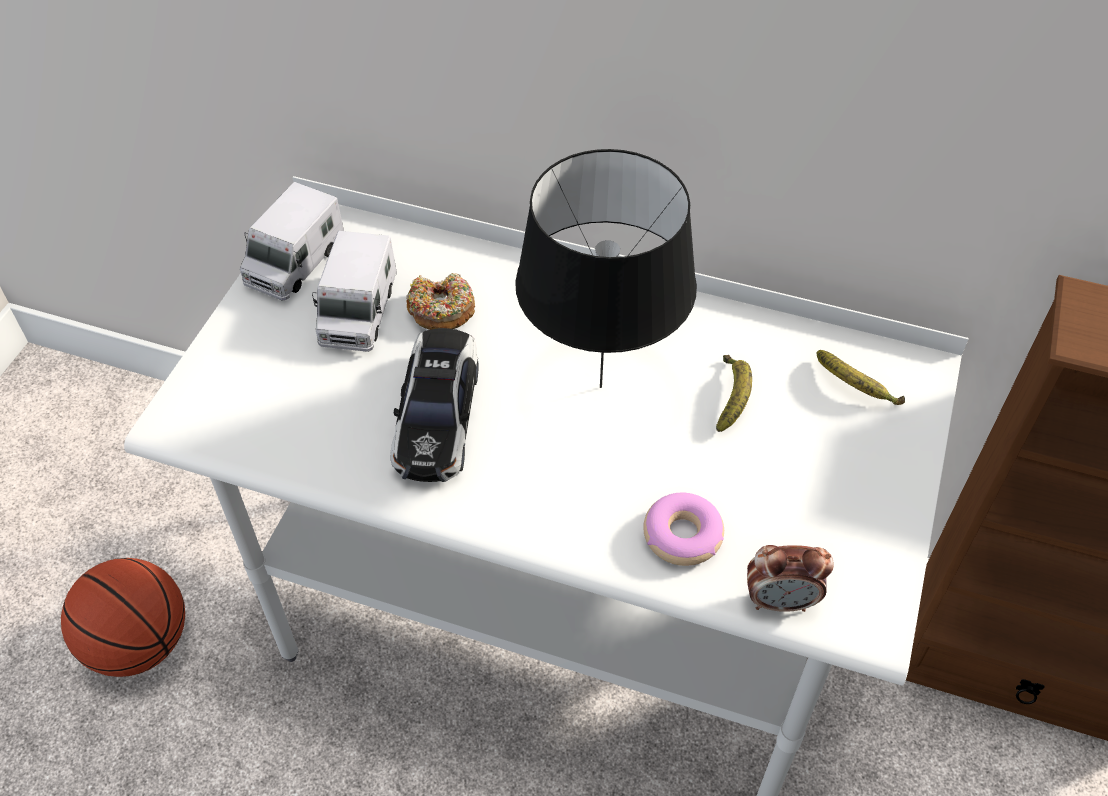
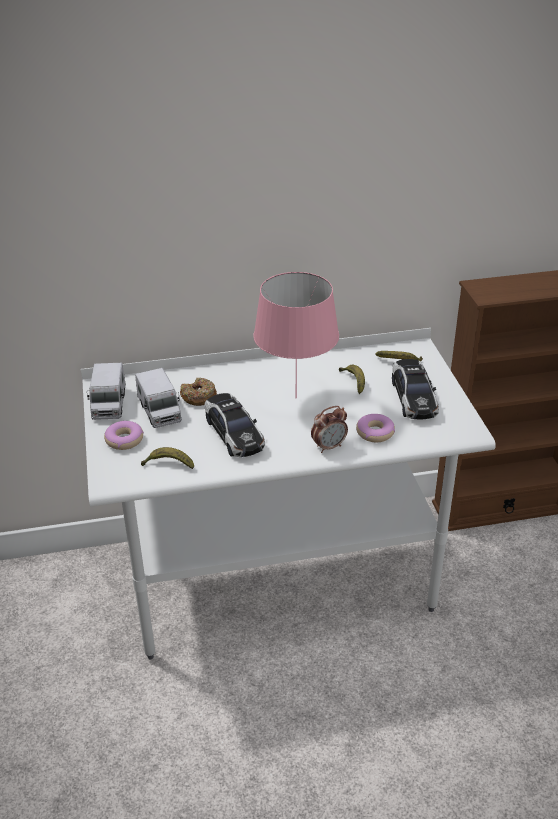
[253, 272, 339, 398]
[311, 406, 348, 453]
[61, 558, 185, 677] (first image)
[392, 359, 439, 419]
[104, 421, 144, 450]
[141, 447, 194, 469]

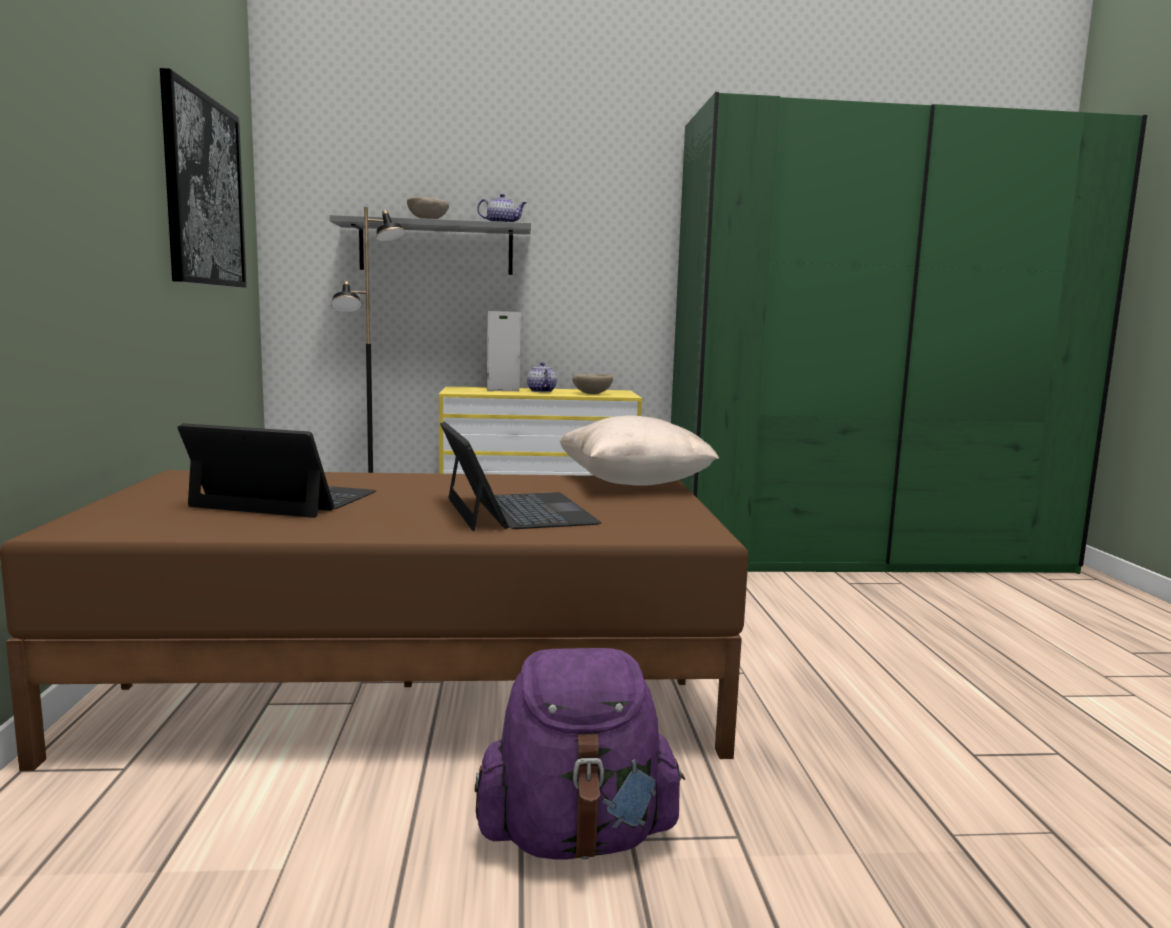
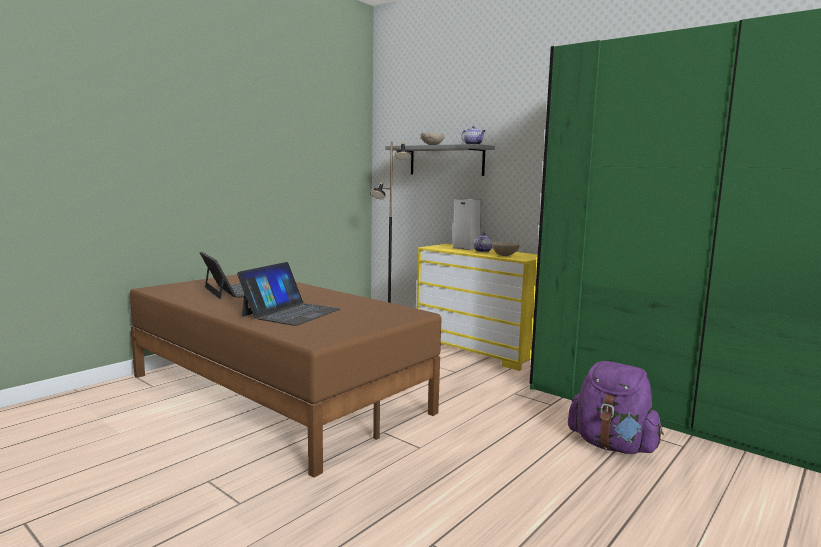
[160, 68, 247, 288] (first image)
[560, 415, 719, 486] (first image)
[568, 361, 664, 454]

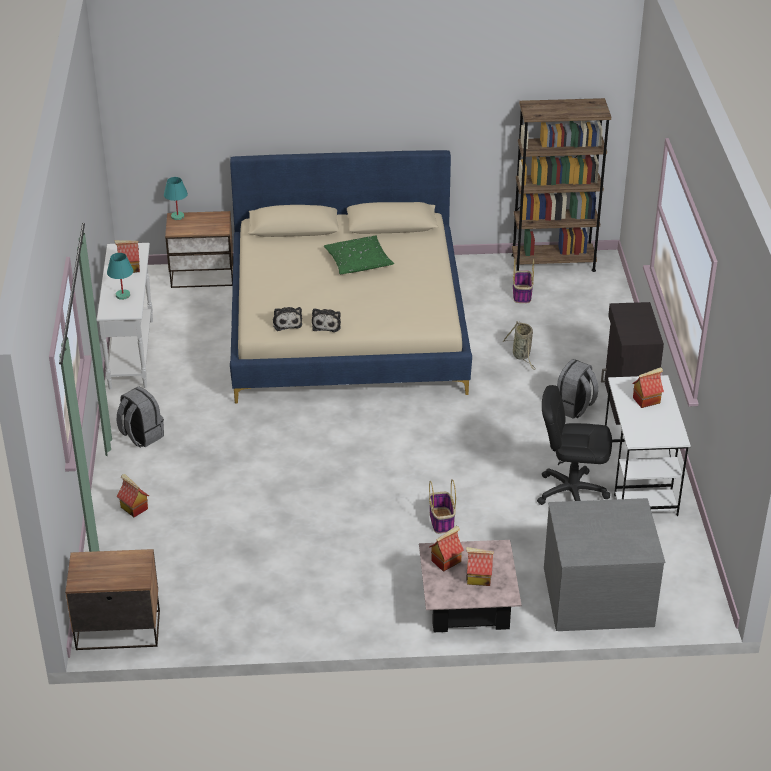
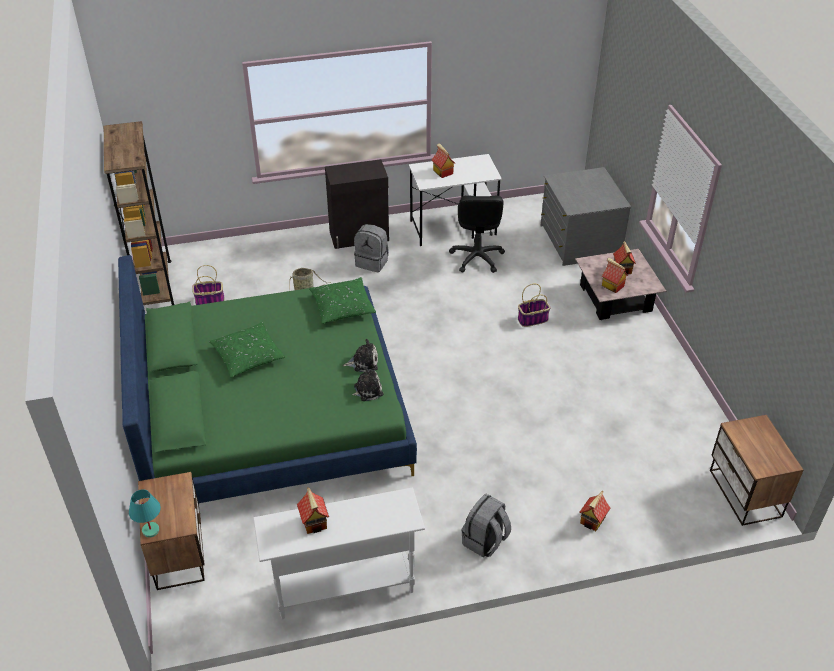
[118, 255, 417, 503]
[107, 253, 133, 300] (first image)
[309, 277, 376, 324]

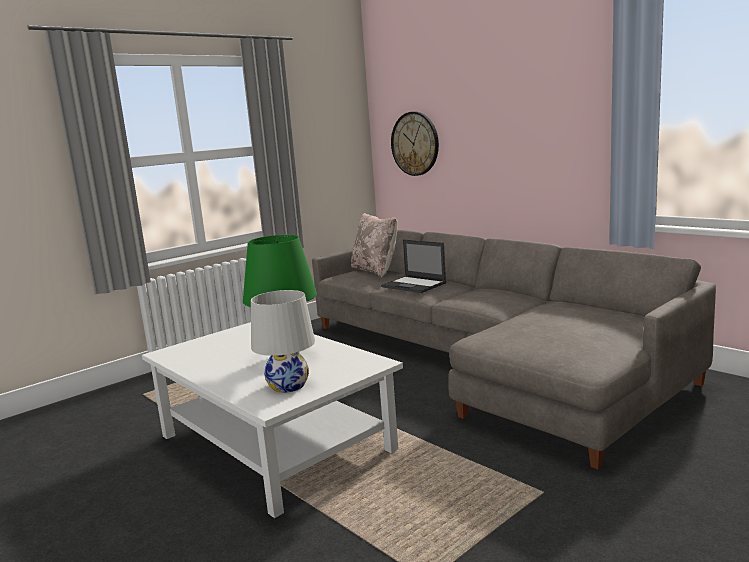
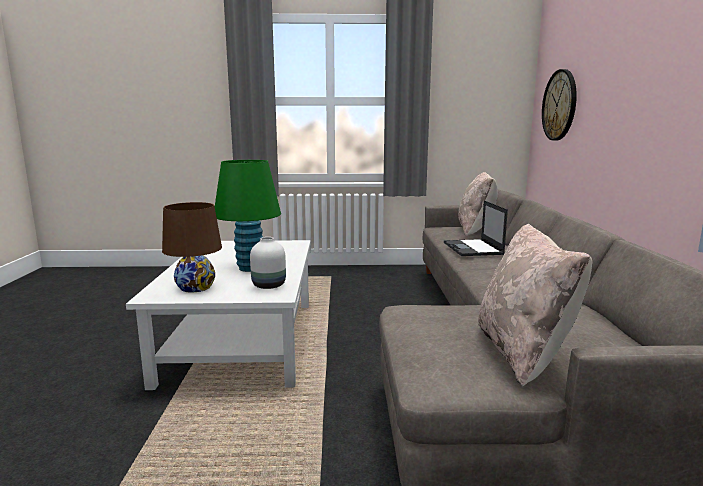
[162, 202, 222, 292]
[478, 224, 592, 387]
[250, 237, 286, 289]

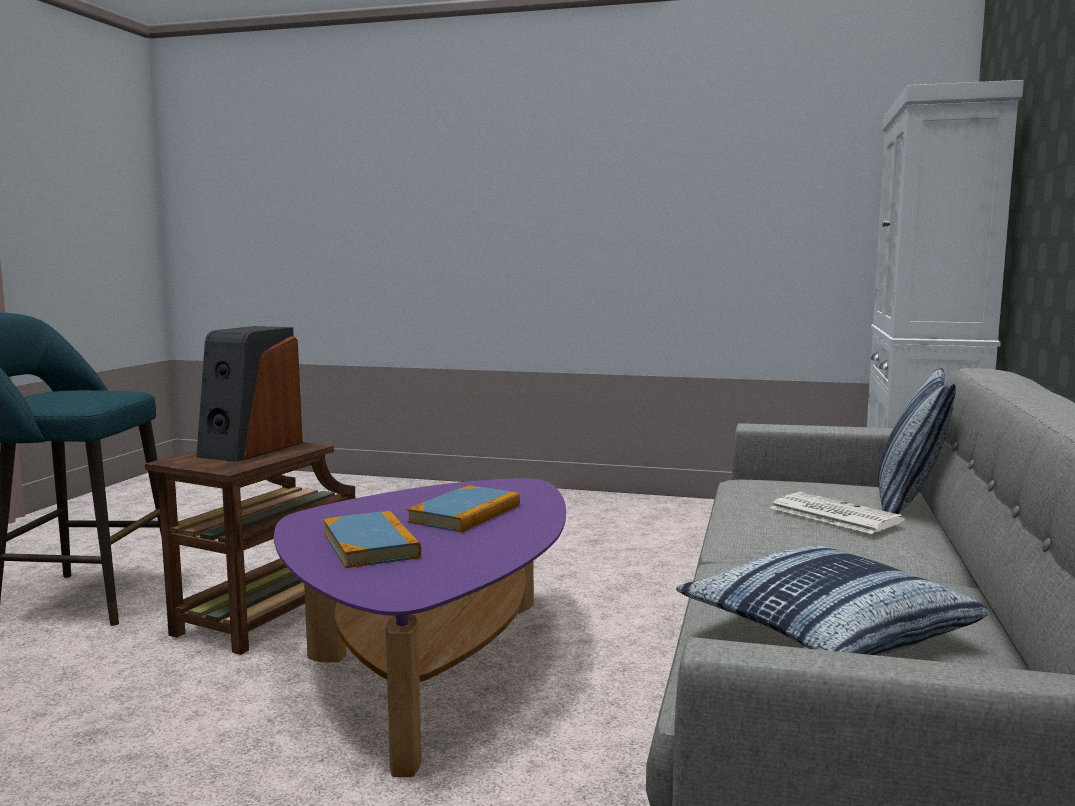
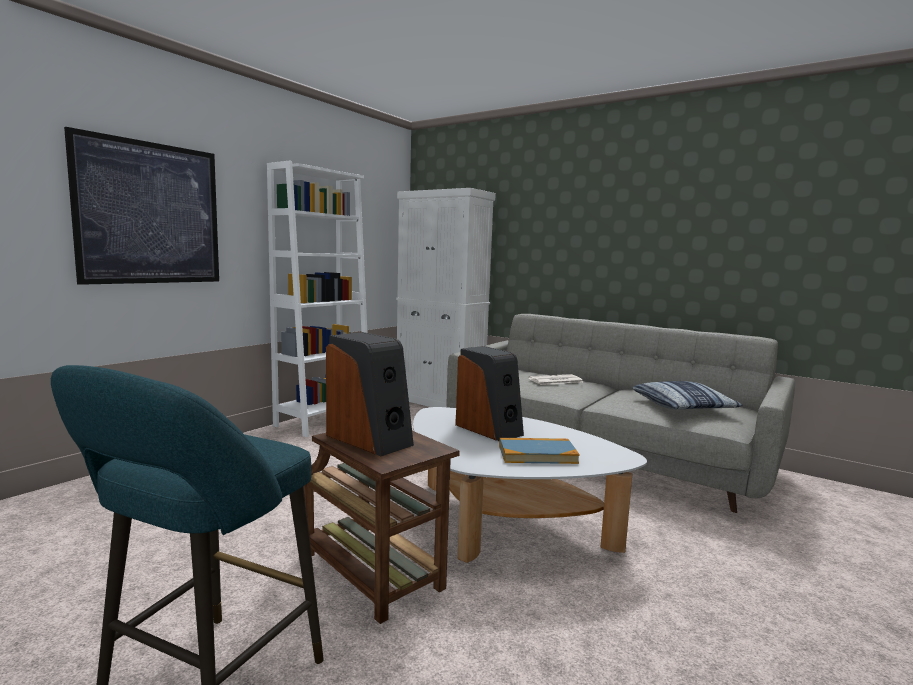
[878, 367, 956, 514] (first image)
[413, 407, 647, 563]
[455, 346, 524, 441]
[64, 127, 219, 285]
[267, 161, 367, 437]

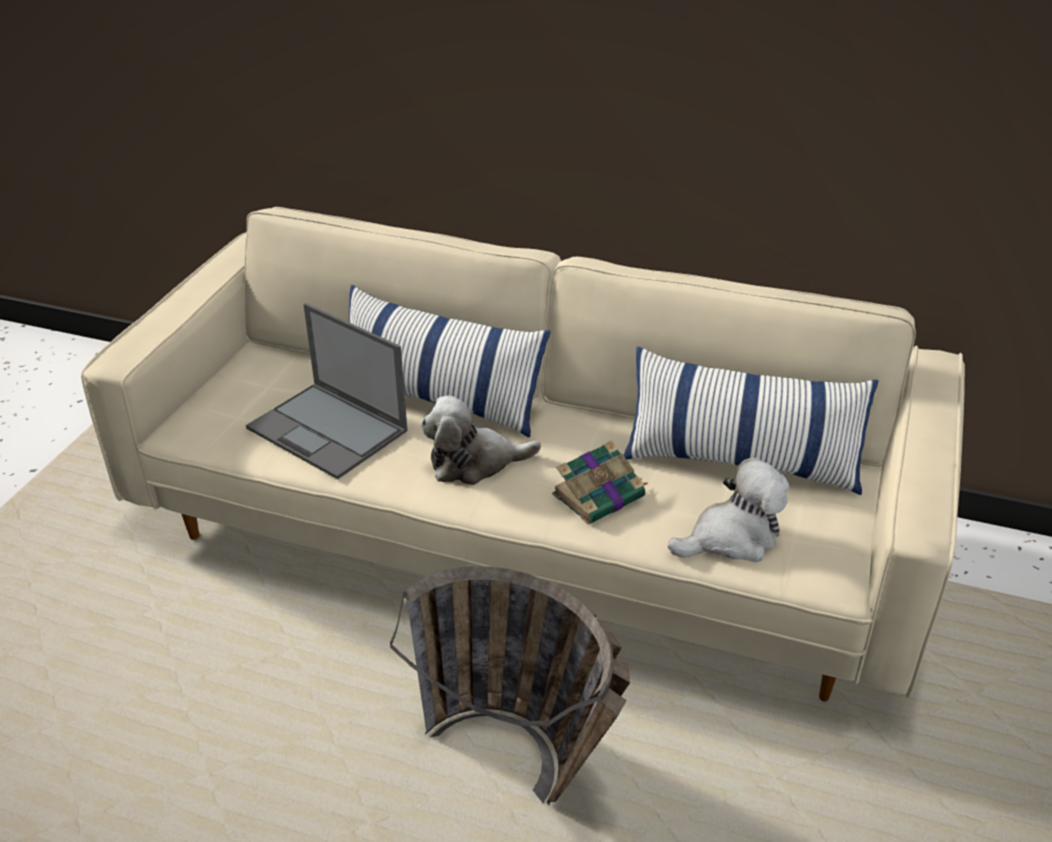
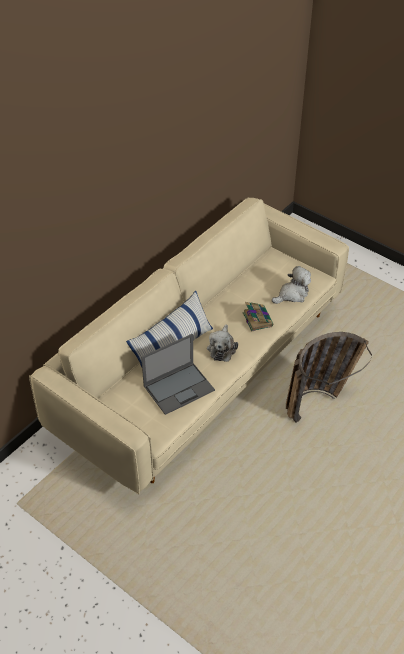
[624, 346, 878, 495] (first image)
[271, 266, 311, 304]

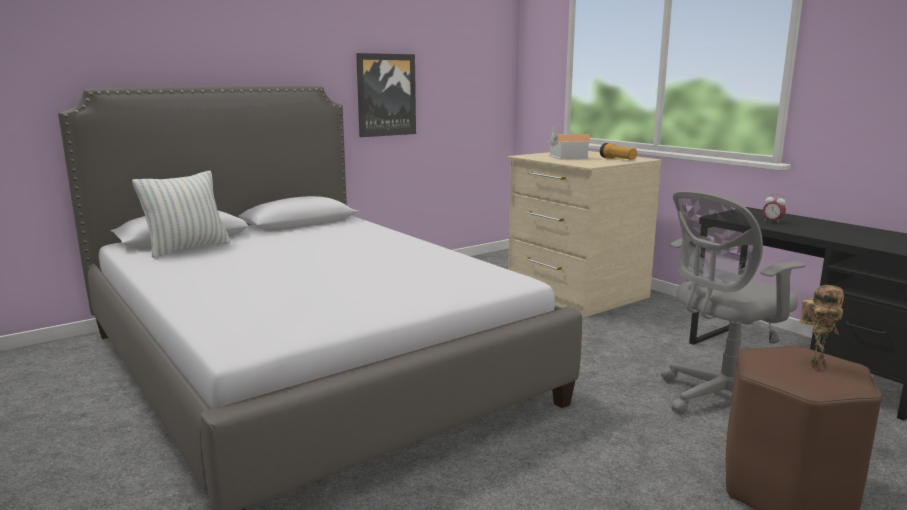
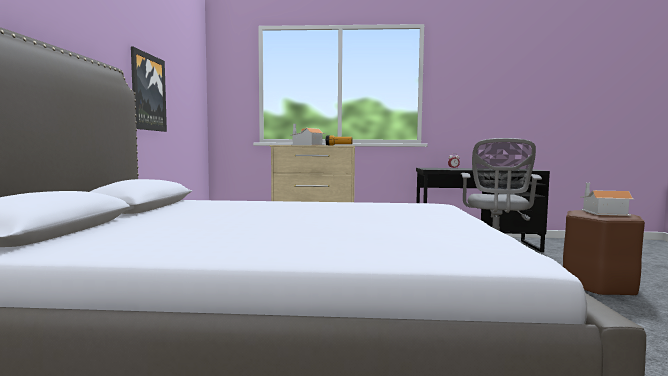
[132, 171, 230, 258] (first image)
[581, 183, 634, 216]

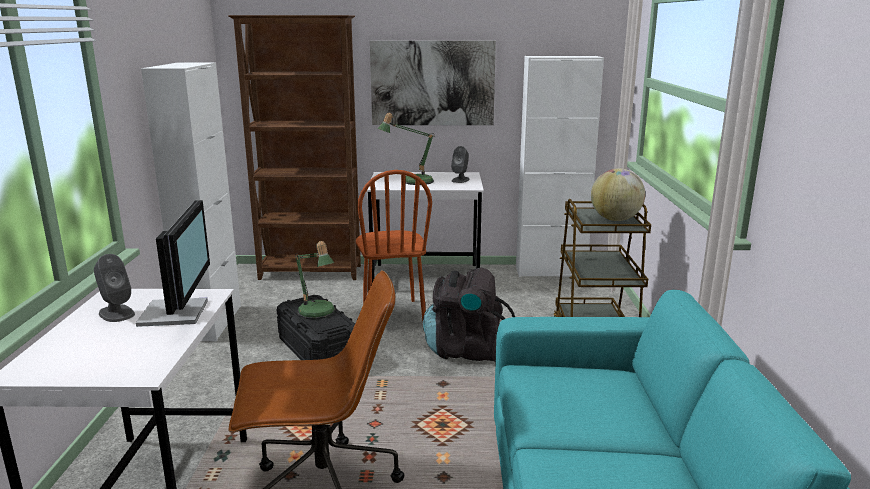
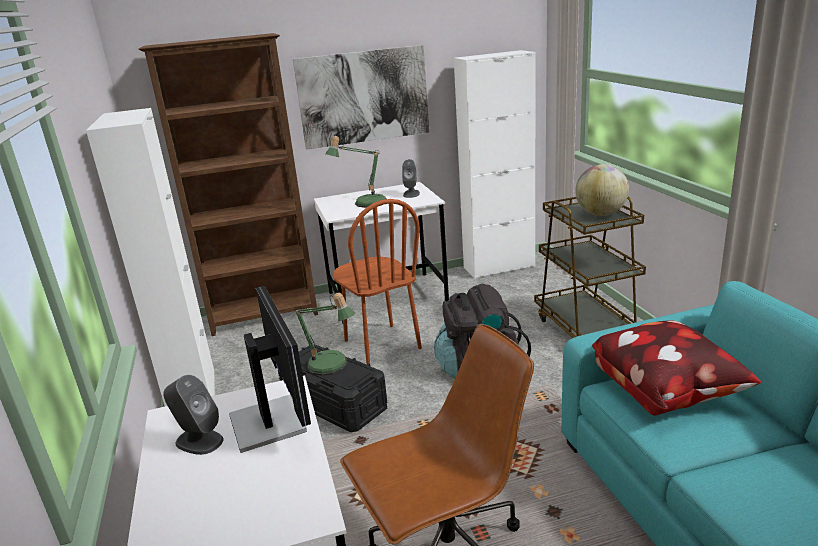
[592, 321, 761, 416]

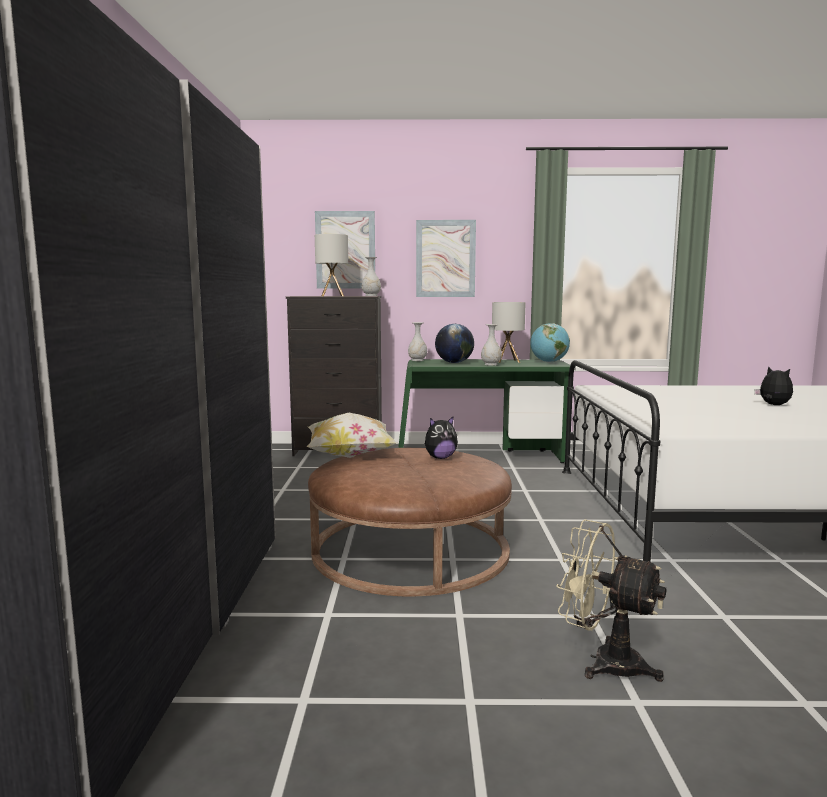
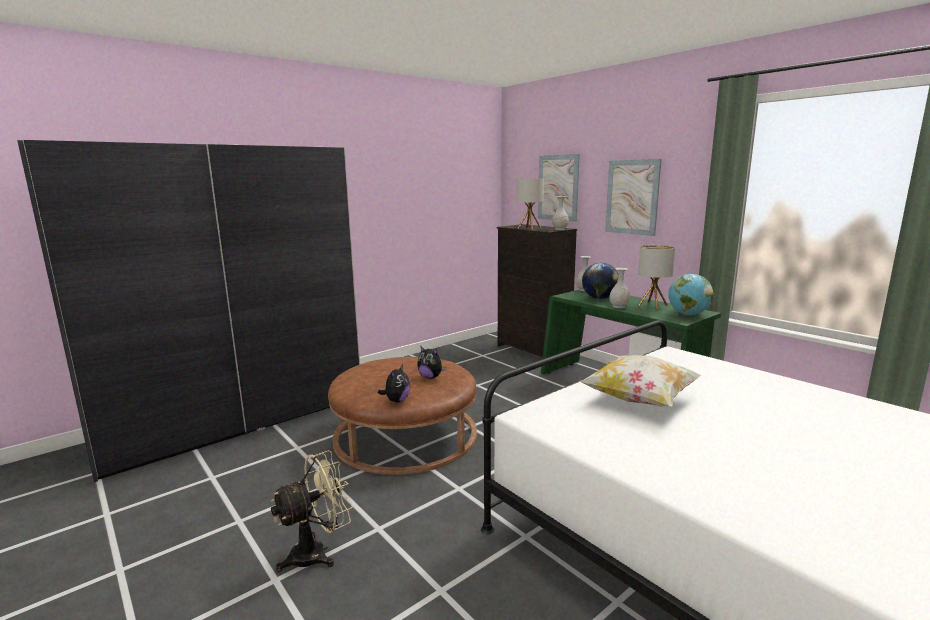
[378, 364, 410, 403]
[580, 355, 702, 406]
[271, 450, 353, 572]

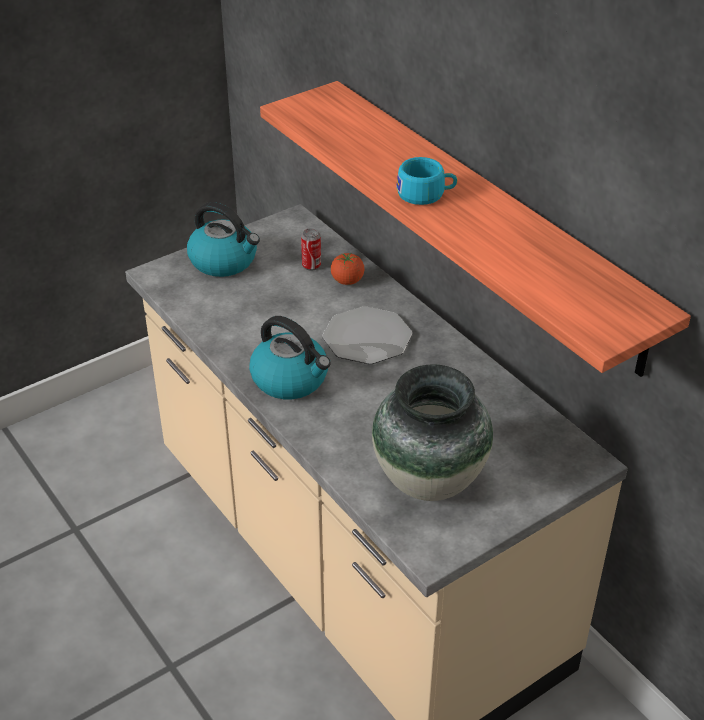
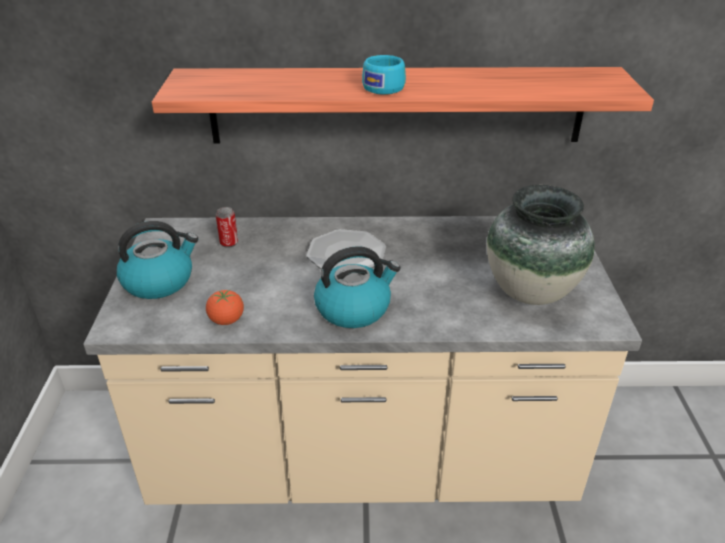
[206, 290, 244, 325]

